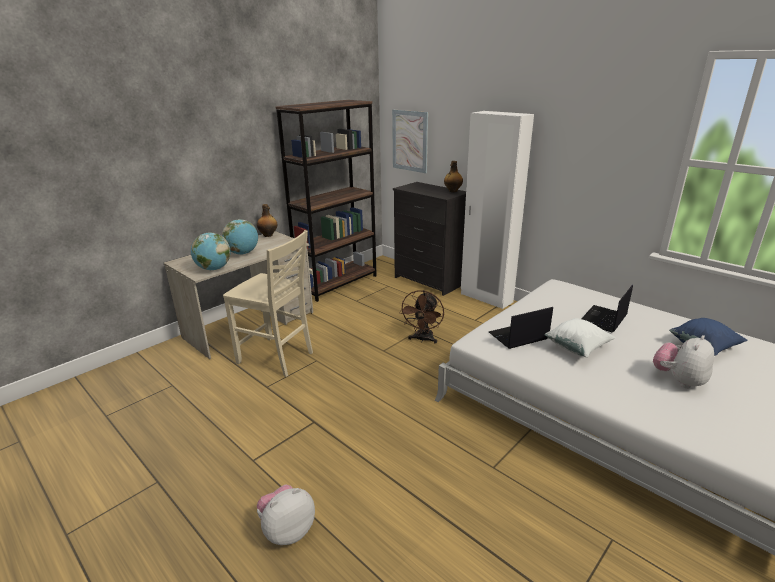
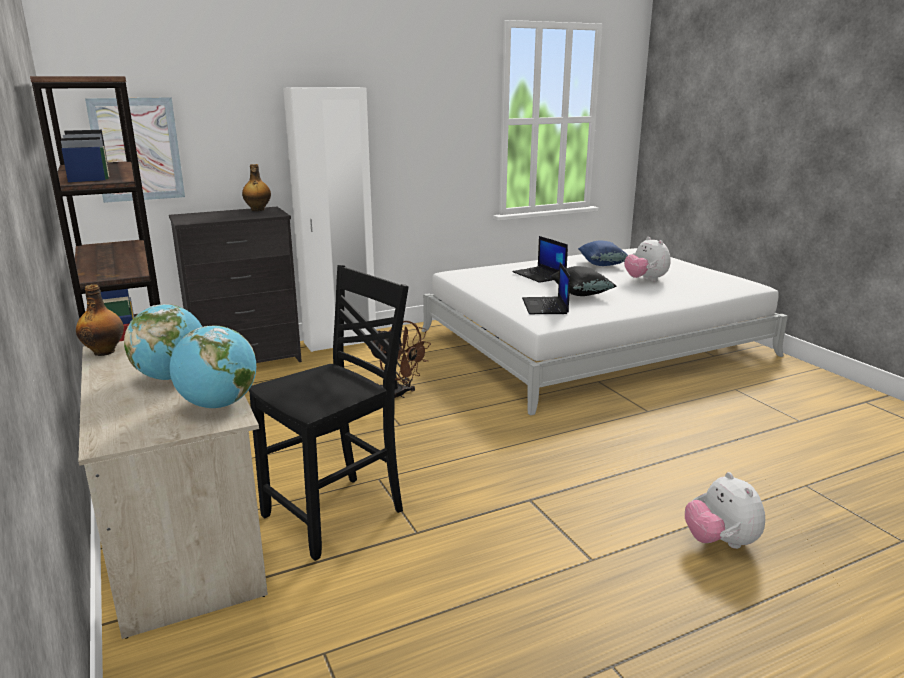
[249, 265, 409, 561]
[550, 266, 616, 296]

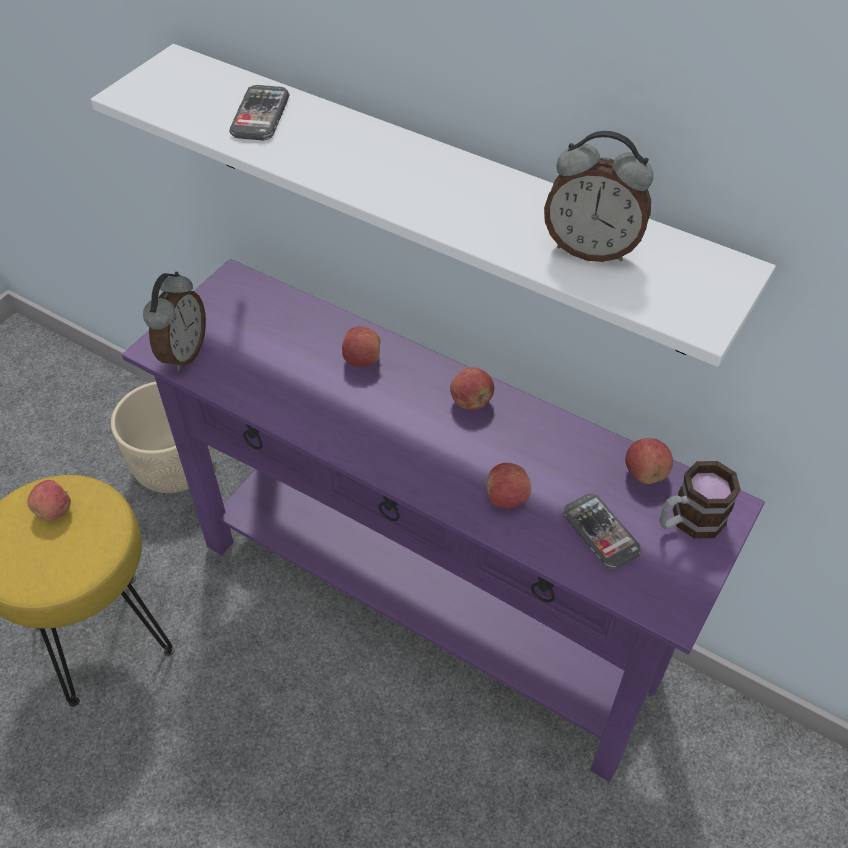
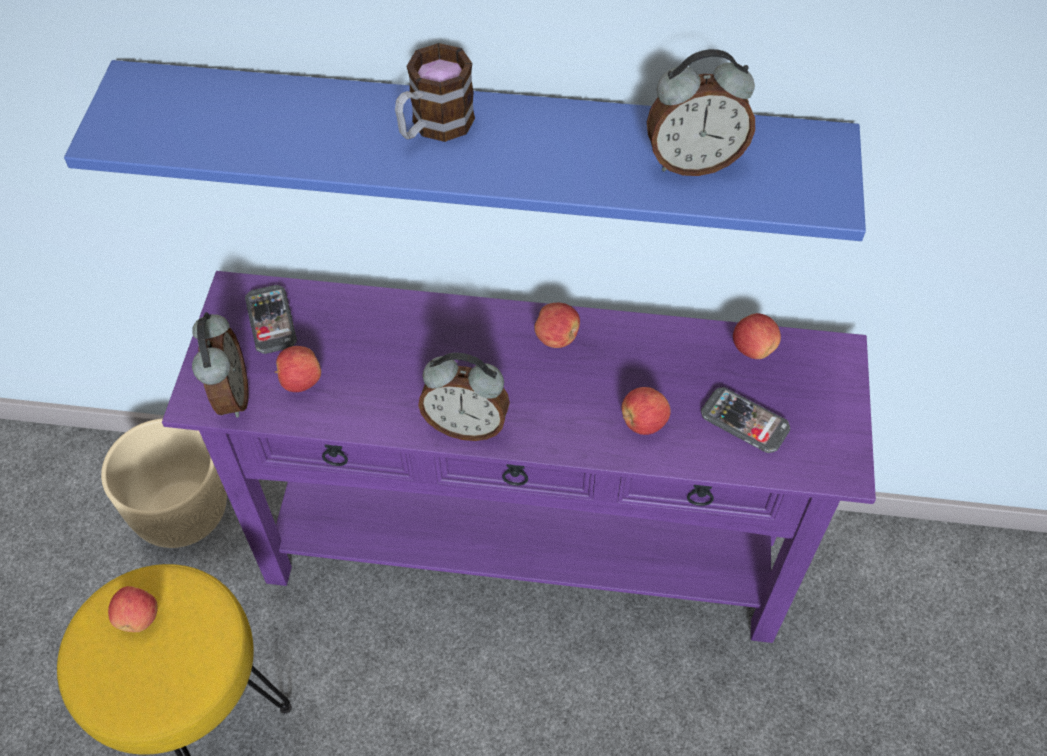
[64, 60, 866, 241]
[245, 285, 297, 354]
[275, 346, 321, 392]
[395, 43, 475, 142]
[418, 353, 510, 441]

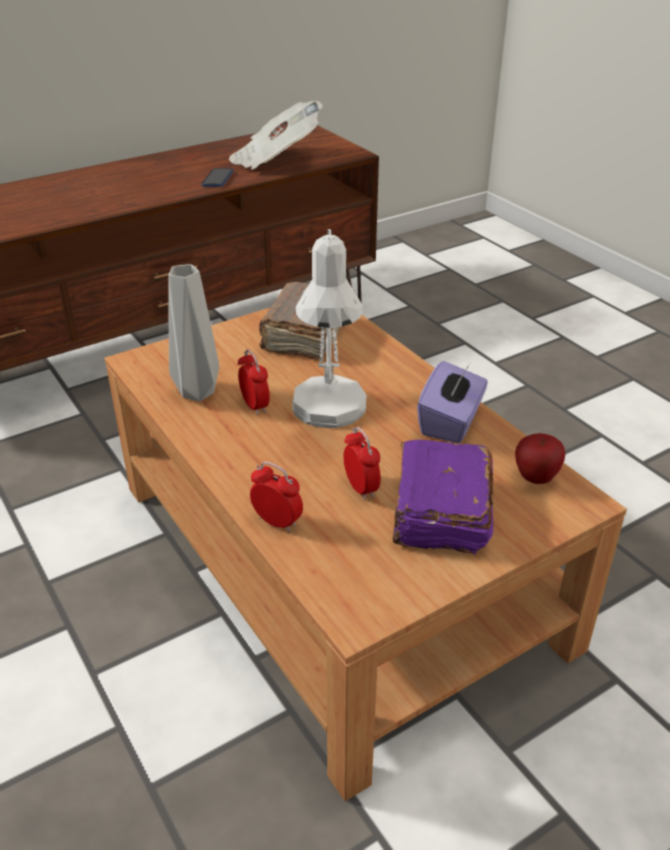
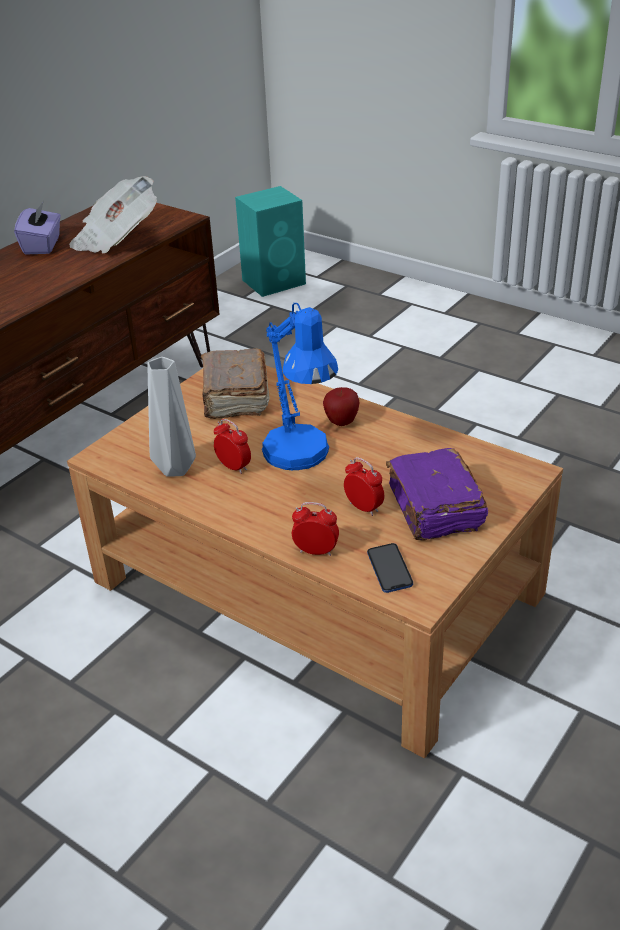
[367, 543, 413, 593]
[262, 303, 338, 470]
[14, 201, 61, 254]
[323, 387, 359, 426]
[235, 186, 306, 297]

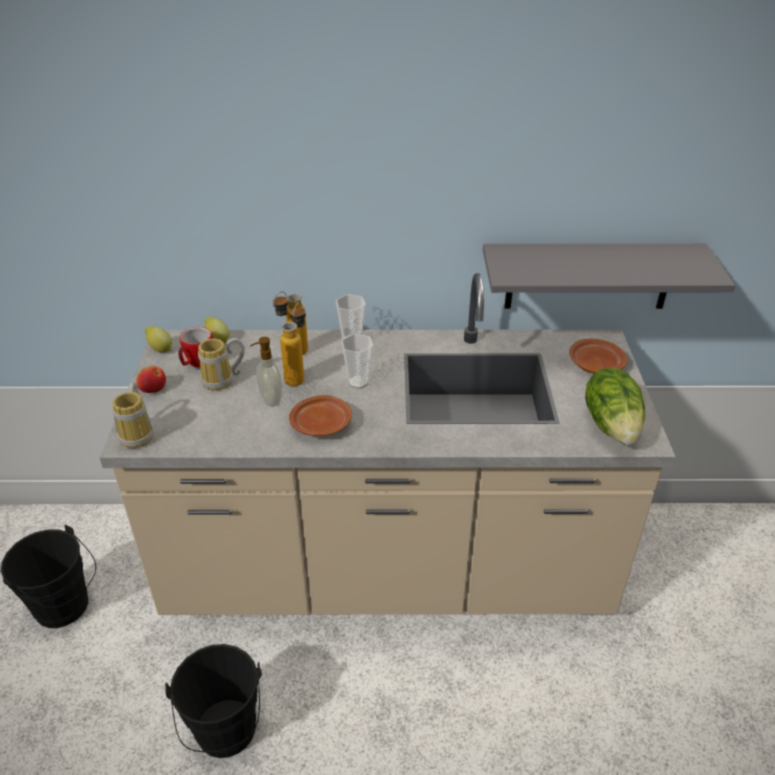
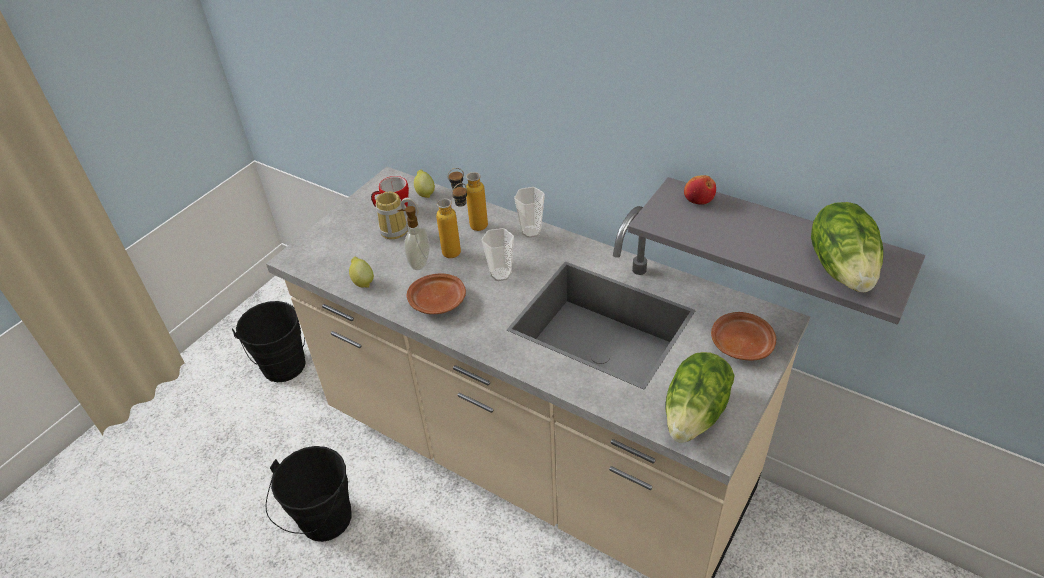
[349, 257, 374, 287]
[684, 175, 716, 205]
[112, 383, 154, 448] (first image)
[811, 202, 883, 292]

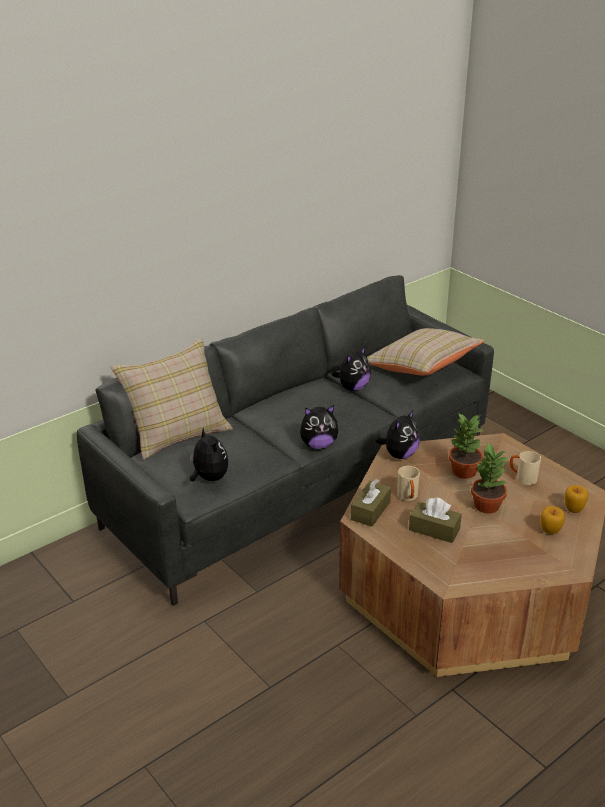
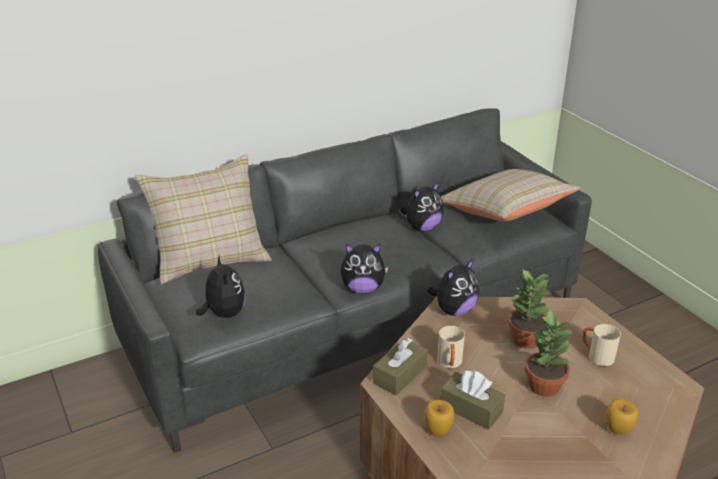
[424, 399, 454, 437]

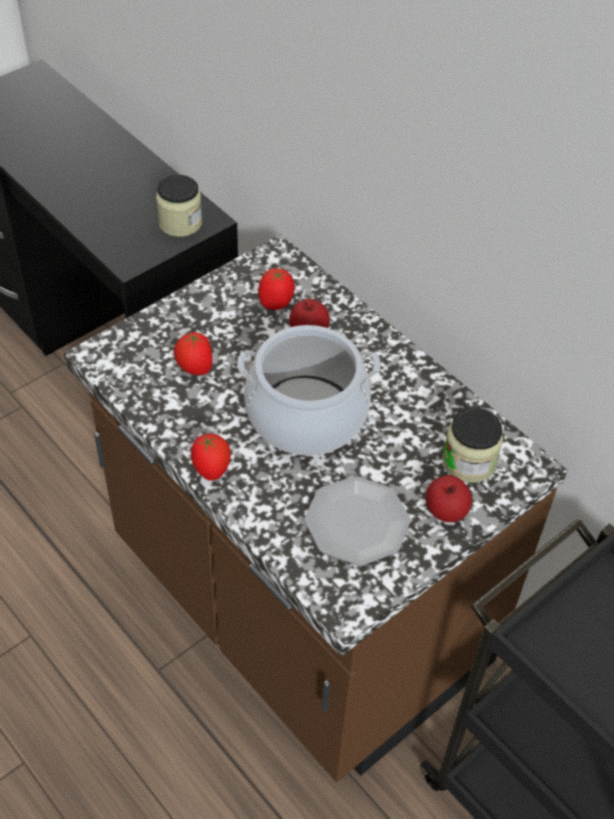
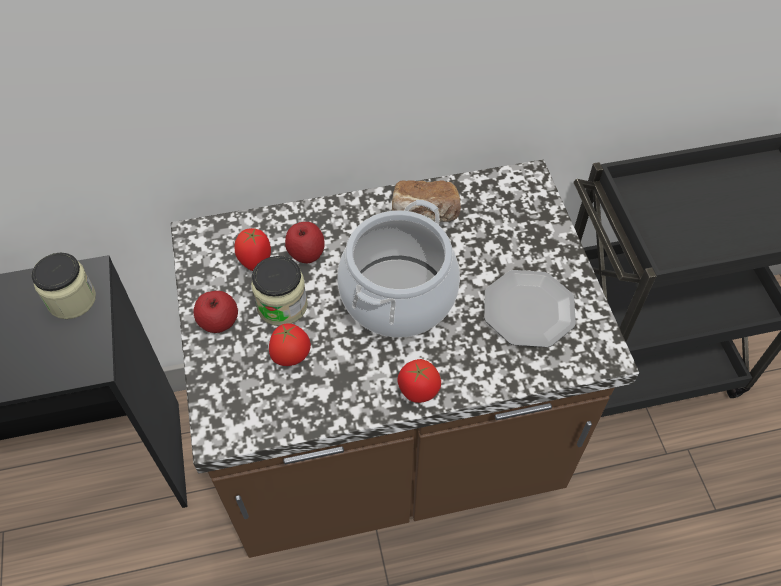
[251, 256, 308, 326]
[193, 291, 238, 333]
[392, 180, 461, 223]

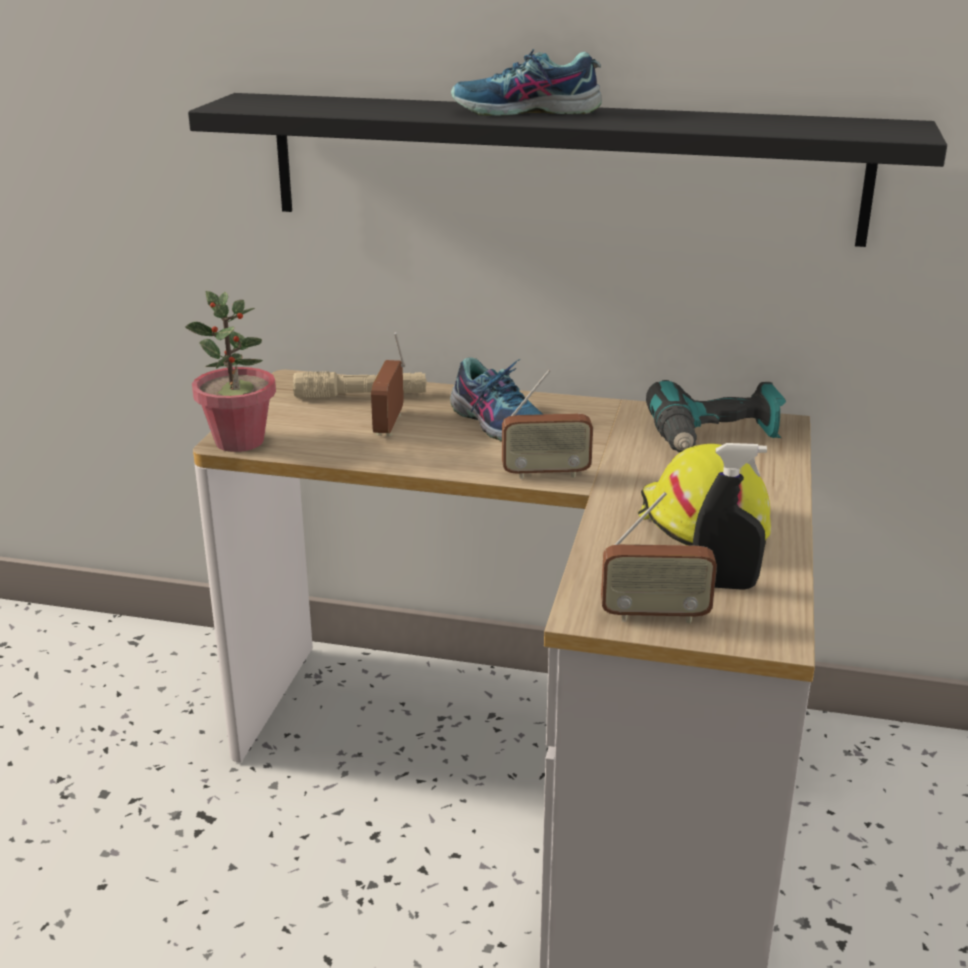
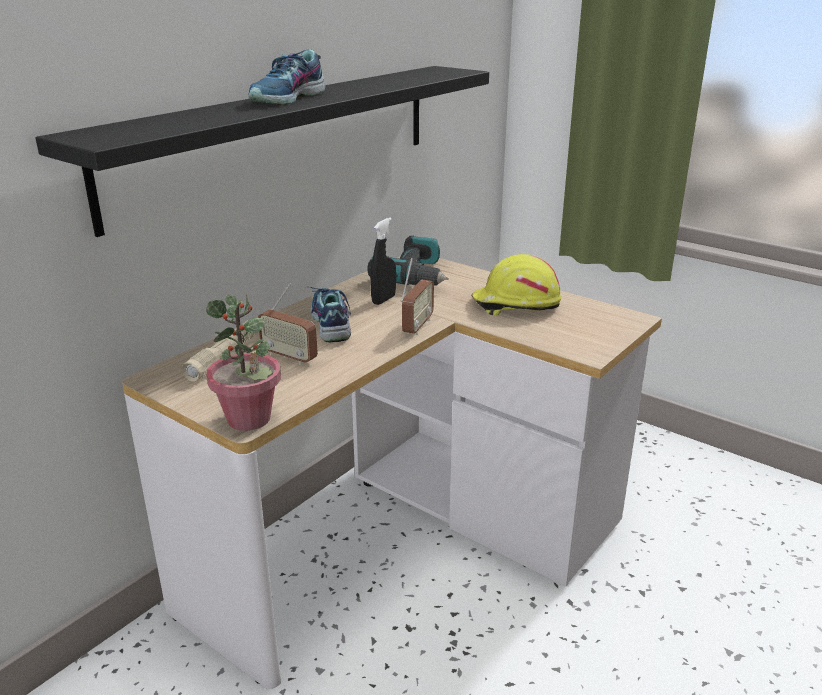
[310, 287, 351, 342]
[370, 218, 396, 305]
[601, 492, 717, 623] (first image)

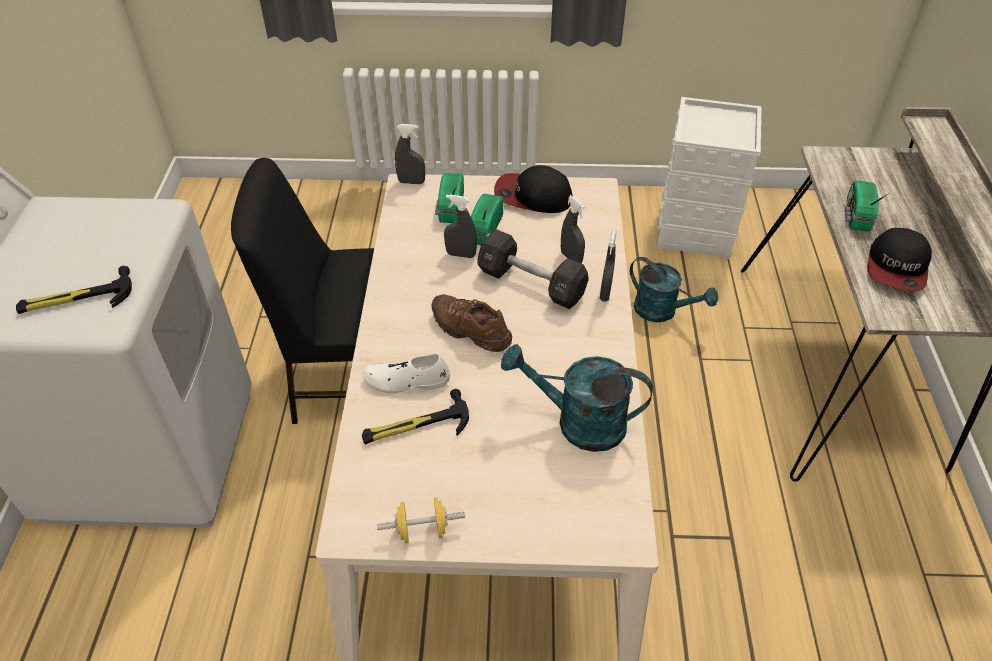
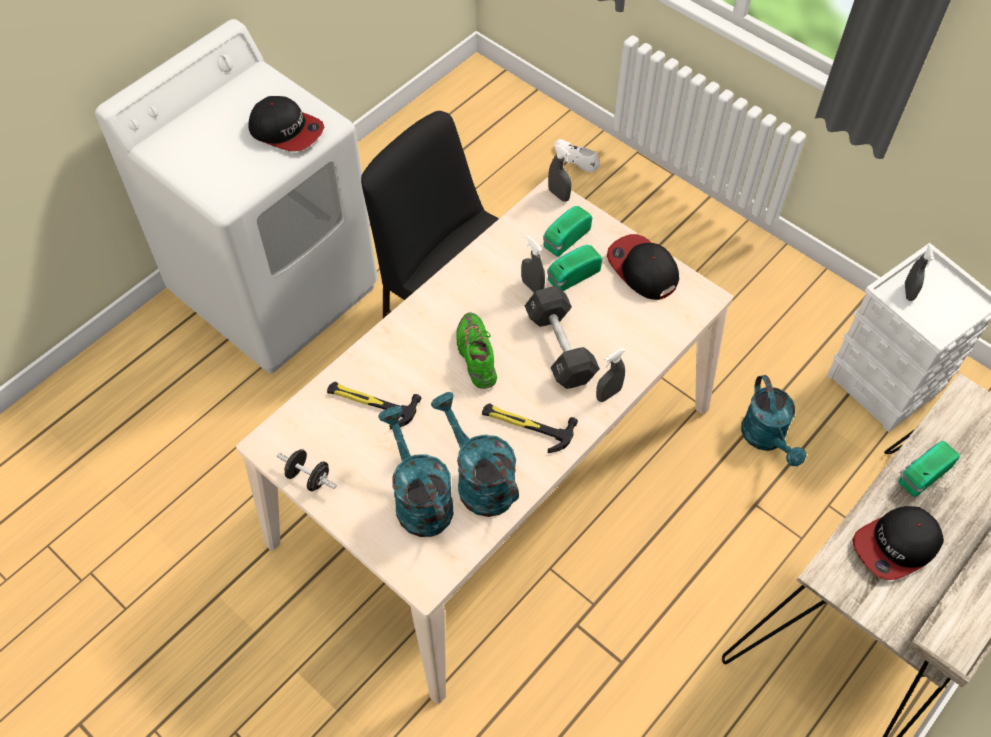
[905, 245, 933, 301]
[482, 403, 578, 453]
[456, 312, 497, 389]
[554, 139, 600, 172]
[277, 449, 336, 491]
[248, 96, 325, 152]
[378, 406, 453, 537]

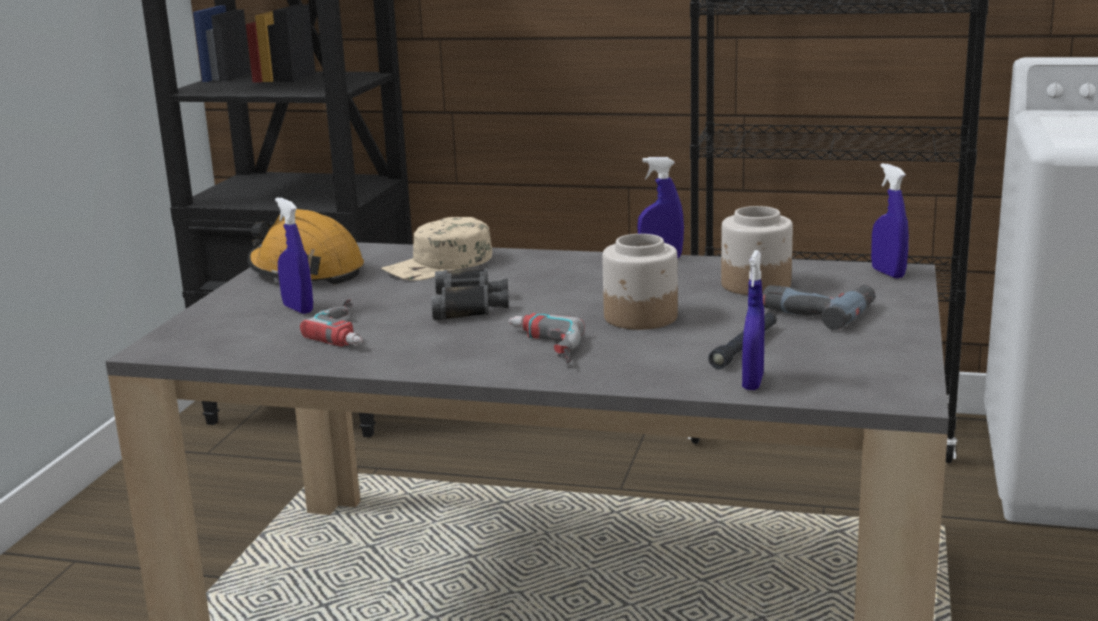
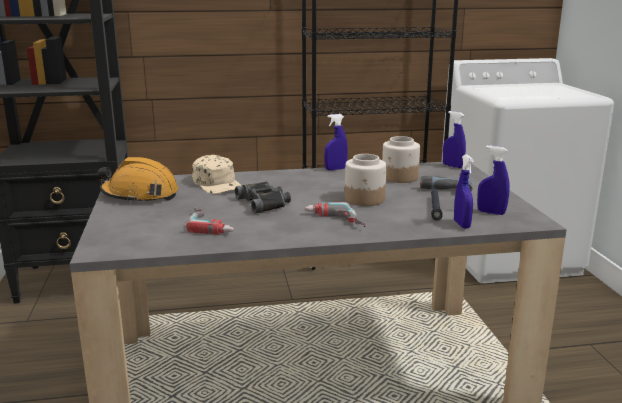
[477, 145, 510, 215]
[192, 155, 242, 194]

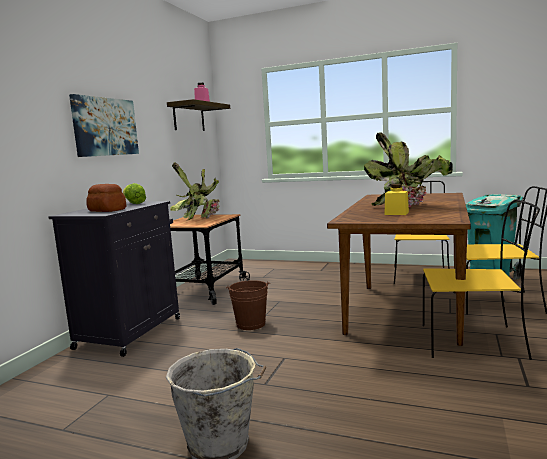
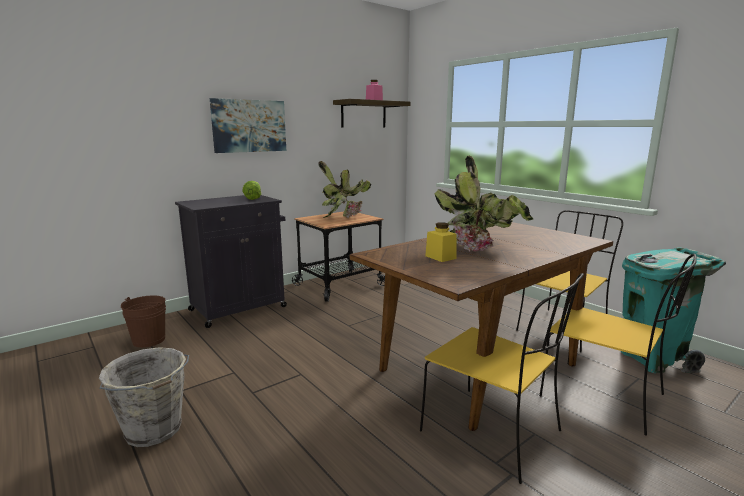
[86, 184, 126, 212] (first image)
[121, 295, 166, 348]

